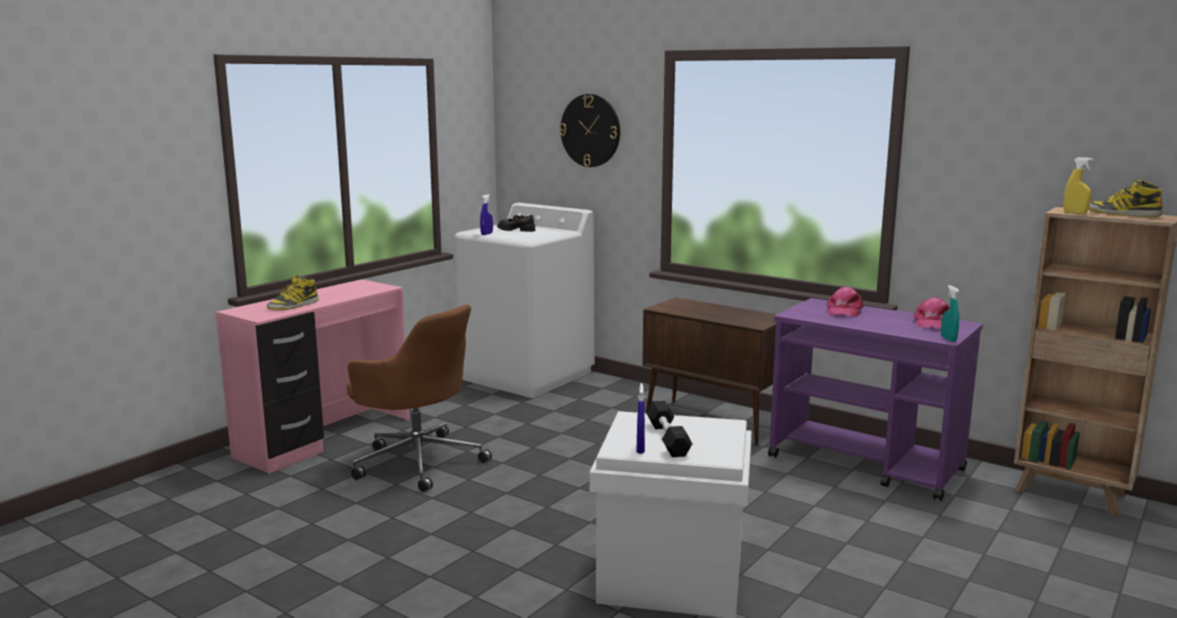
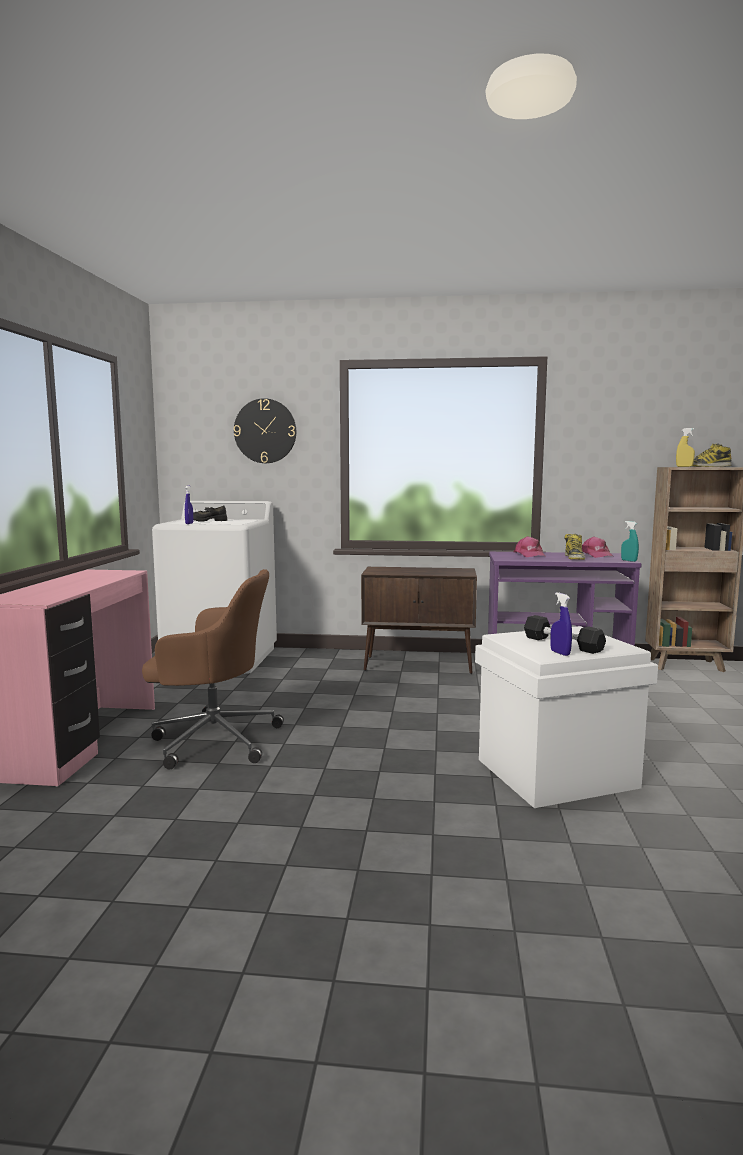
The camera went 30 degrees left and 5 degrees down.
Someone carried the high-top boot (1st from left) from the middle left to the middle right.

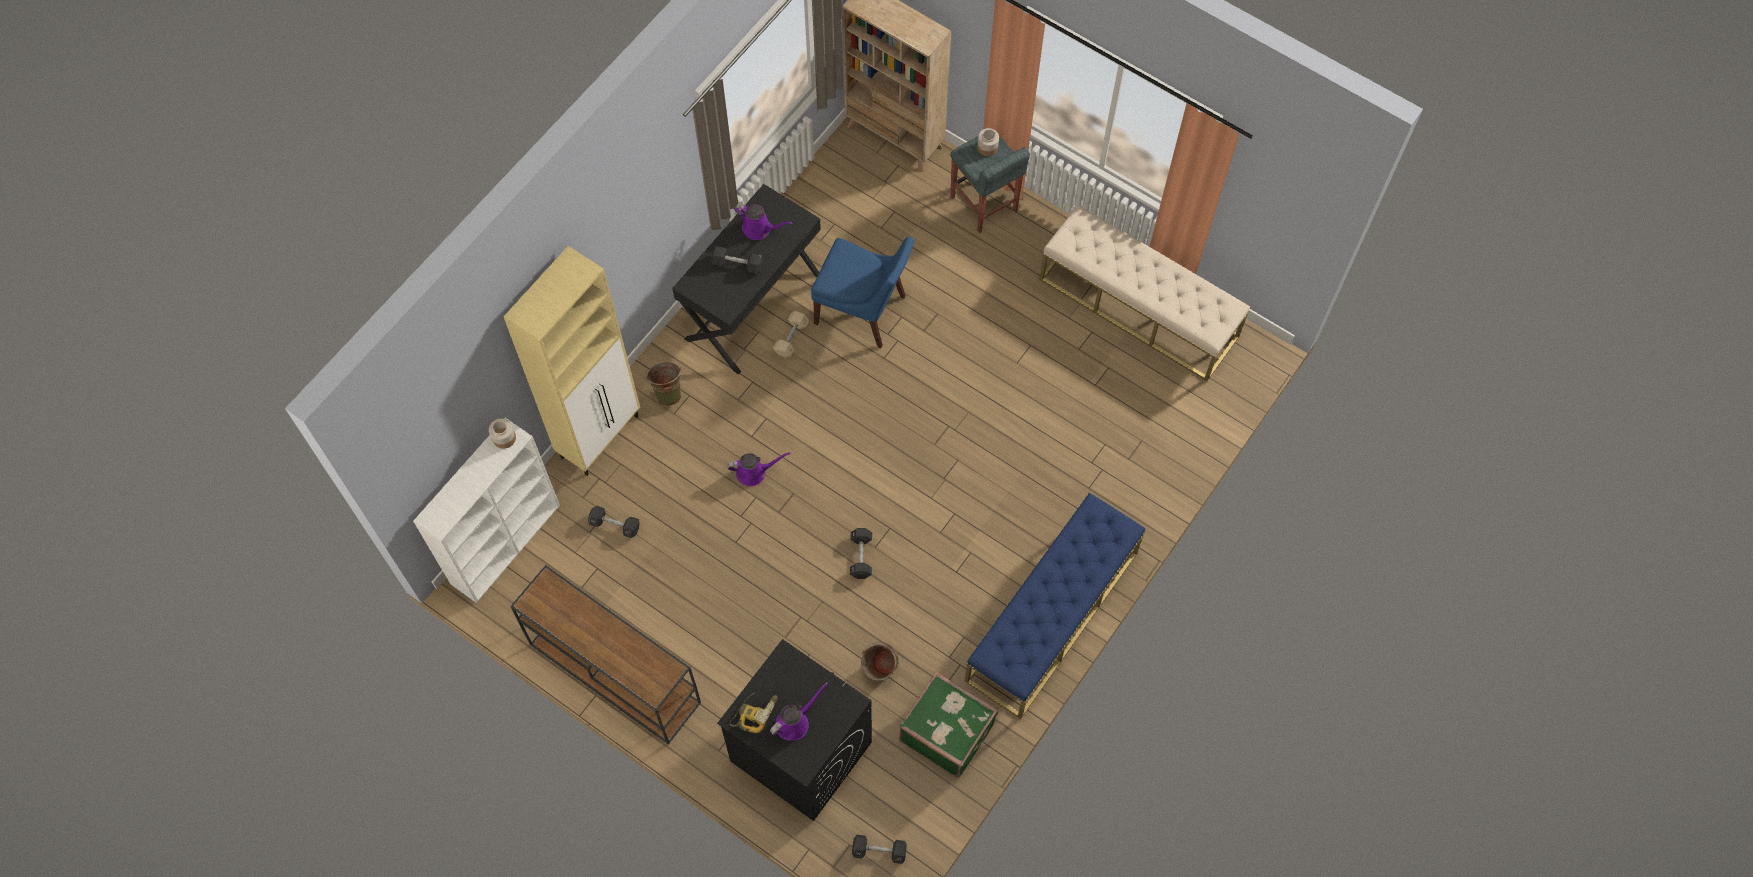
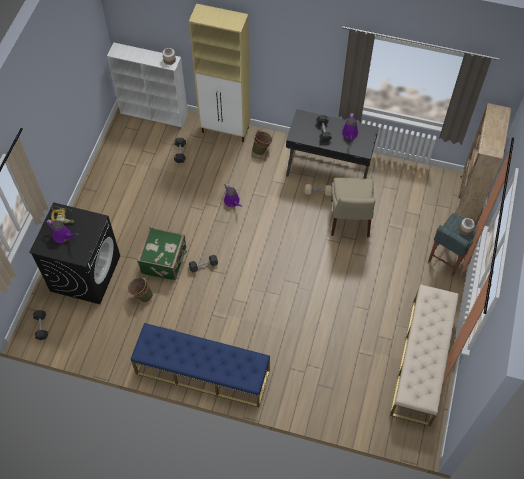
The camera went 70 degrees right and 5 degrees down.
Someone carried the travel case (green-coloured) from the bottom centre to the middle left.
Someone repainted the upright chair (blue) at the top centre, which became the upright chair (sand-coloured) at the middle right.
Someone took away the hall table (brownish) at the bottom centre.

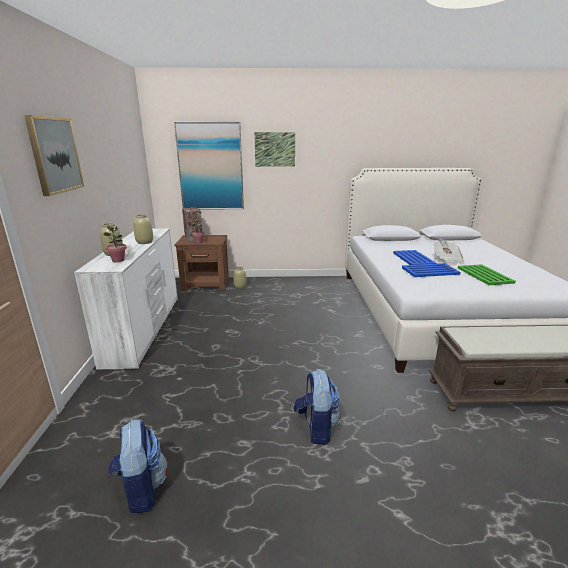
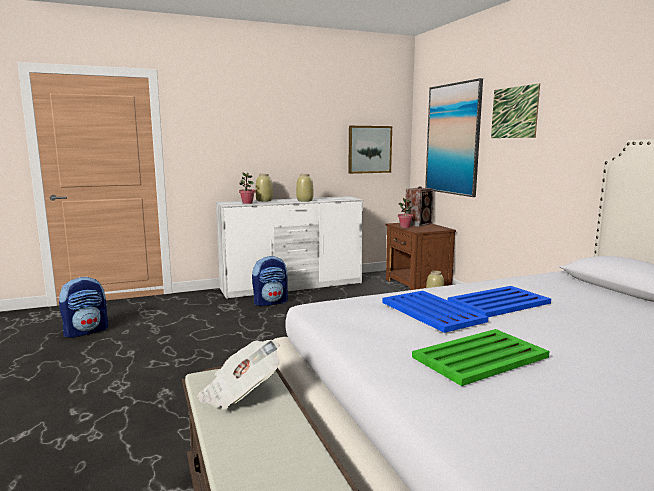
The camera went 70 degrees right and 10 degrees down.
Someone carried the newspaper from the middle right to the bottom centre.
Someone carried the knapsack (2nd from left) from the bottom centre to the centre.
Someone carried the picture (1st from left) from the top left to the top centre.

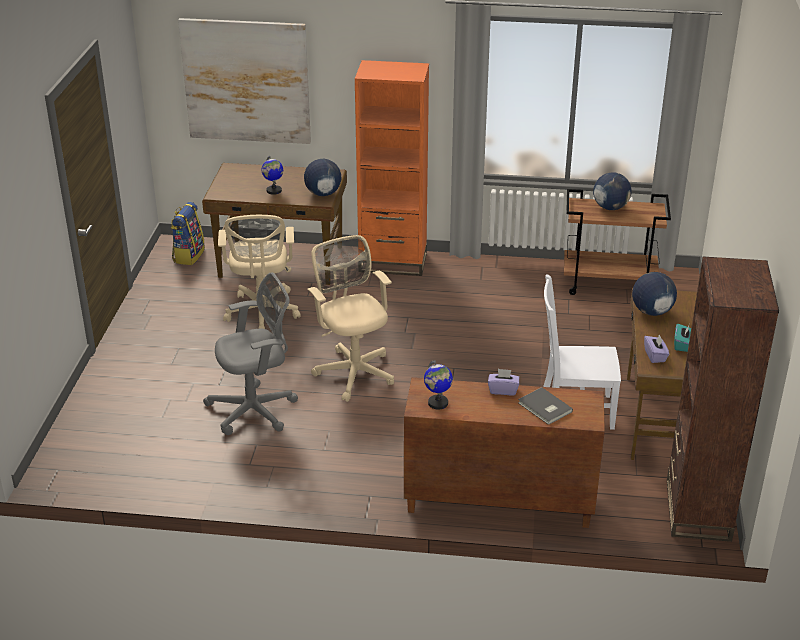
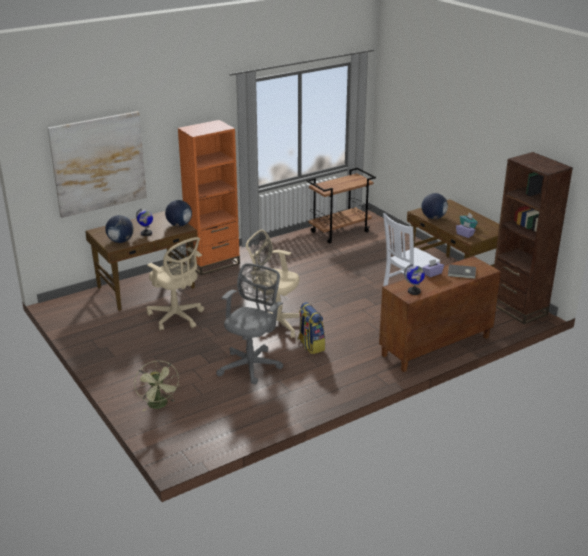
The camera went 40 degrees left and 5 degrees down.
Someone carried the world globe (4th from left in the first image) from the top right to the middle left.
Someone put down the electric fan (green-coloured) at the bottom left.
Someone carried the knapsack from the middle left to the centre.

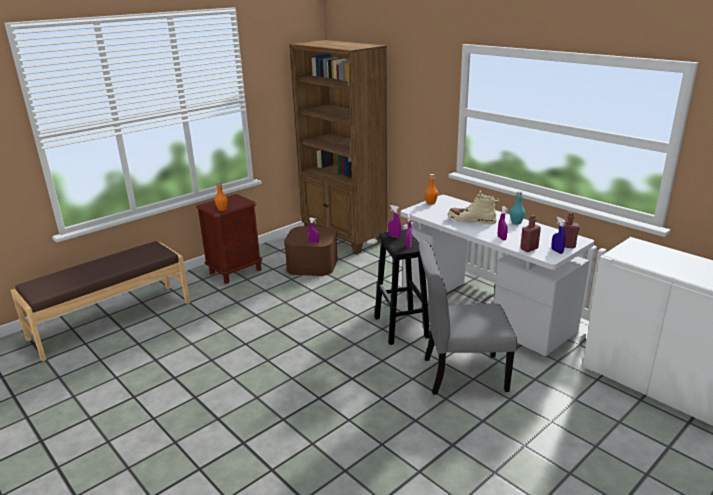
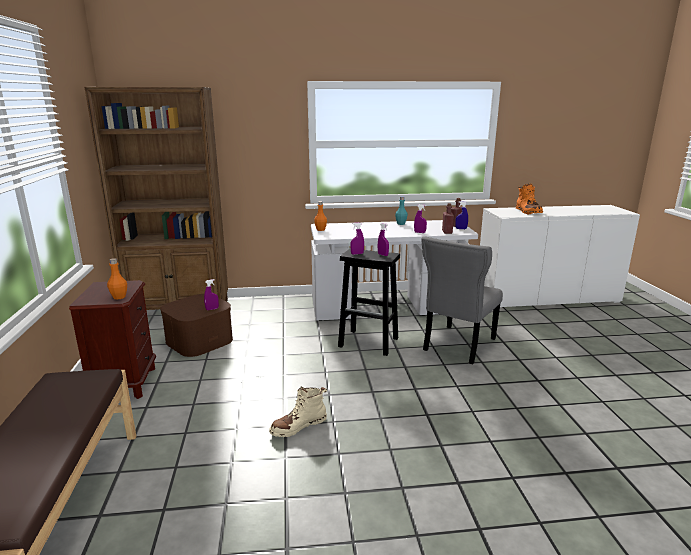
The camera went 55 degrees left and 5 degrees down.
Someone carried the high-top boot (sand-coloured) from the centre to the bottom centre.
Someone put down the high-top boot (orange) at the middle right.

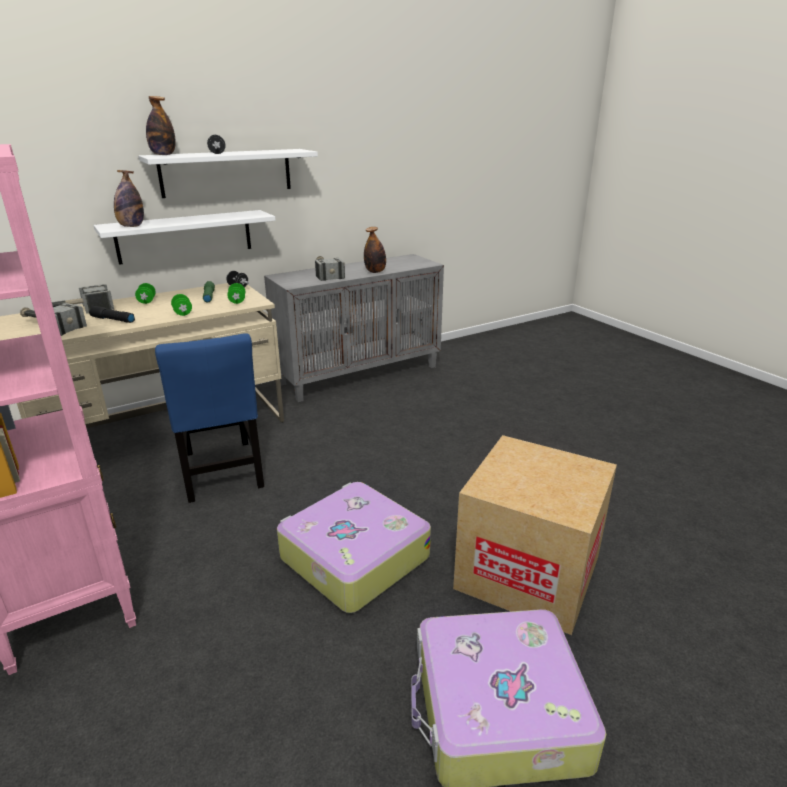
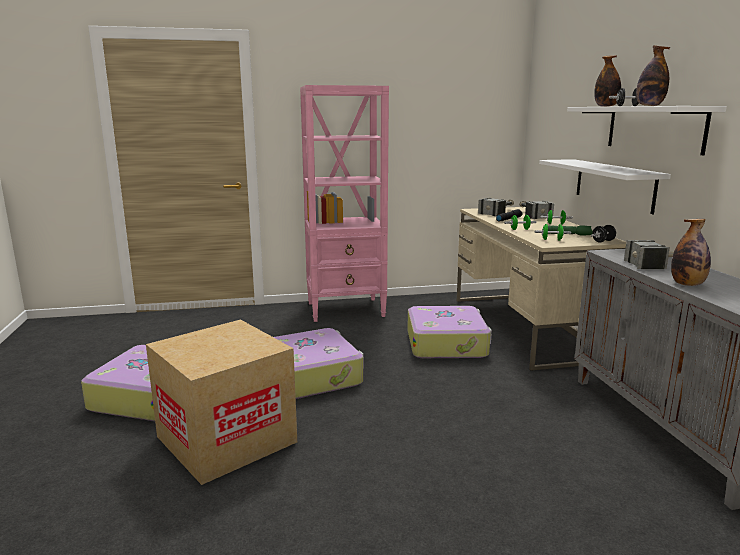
The camera went 110 degrees right and 10 degrees down.
Someone swapped the upright chair (blue) at the middle left for the travel case (3rd from left) at the centre.
Someone carried the bottle (1st from left in the first image) from the top left to the top right.

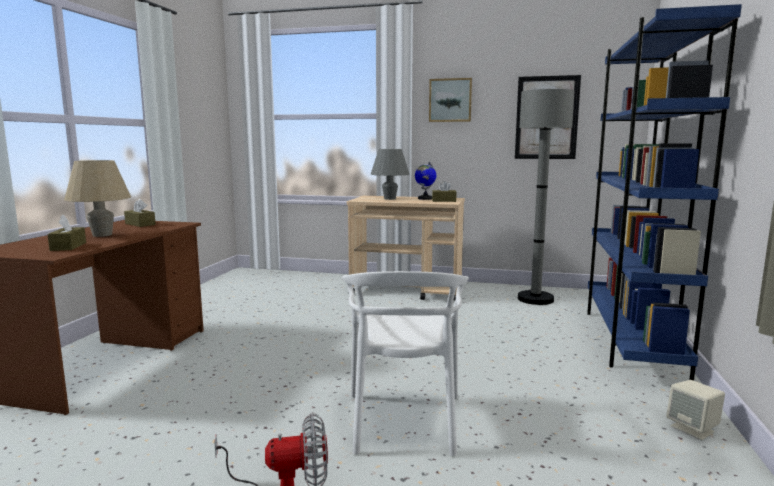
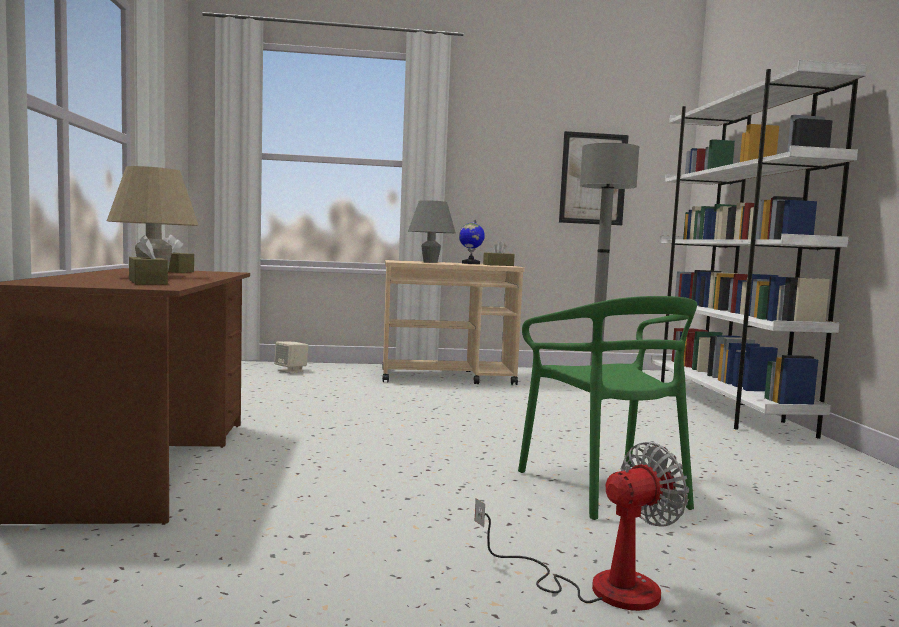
The camera went 20 degrees left and 5 degrees down.
Someone carried the speaker (sand-coloured) from the bottom right to the middle left.
Someone repainted the upright chair (white) at the bottom centre, which became the upright chair (green-coloured) at the middle right.
Someone repainted the bookshelf (blue) at the middle right, which became the bookshelf (white) at the middle right.
Someone took away the picture (1st from left) at the top centre.

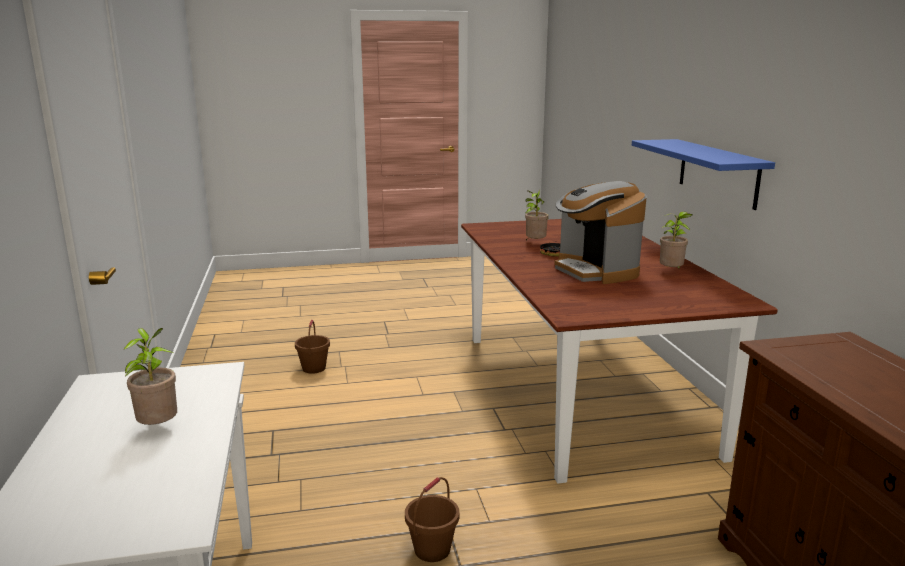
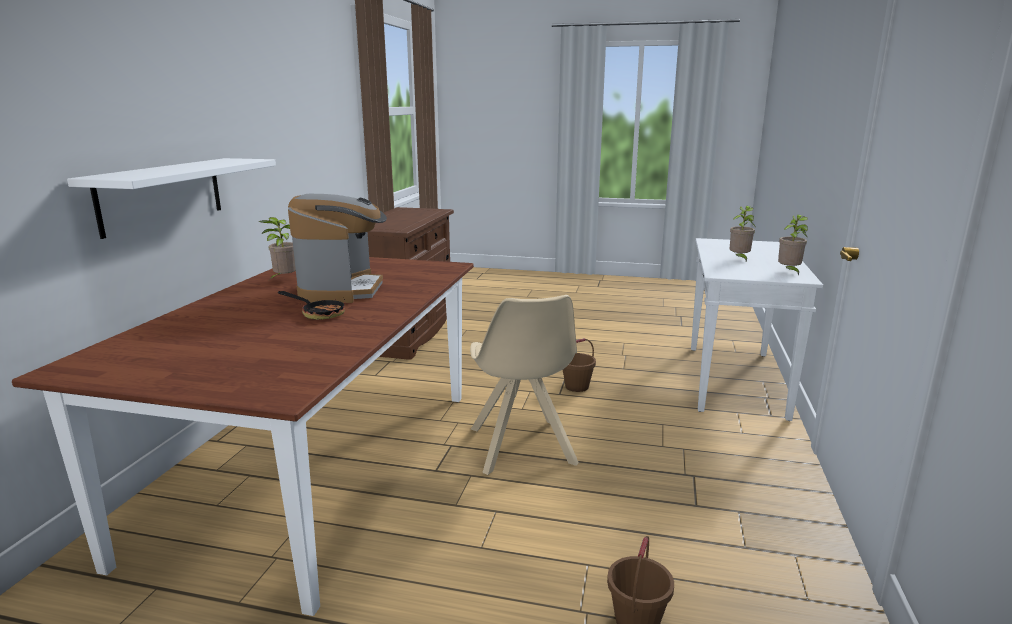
The camera went 155 degrees left and 0 degrees up.
Someone repainted the wall shelf (blue) at the top right, which became the wall shelf (white) at the top left.
Someone put down the upright chair (sand-coloured) at the centre.
Someone carried the potted plant (2nd from left in the first image) from the centre to the middle right.

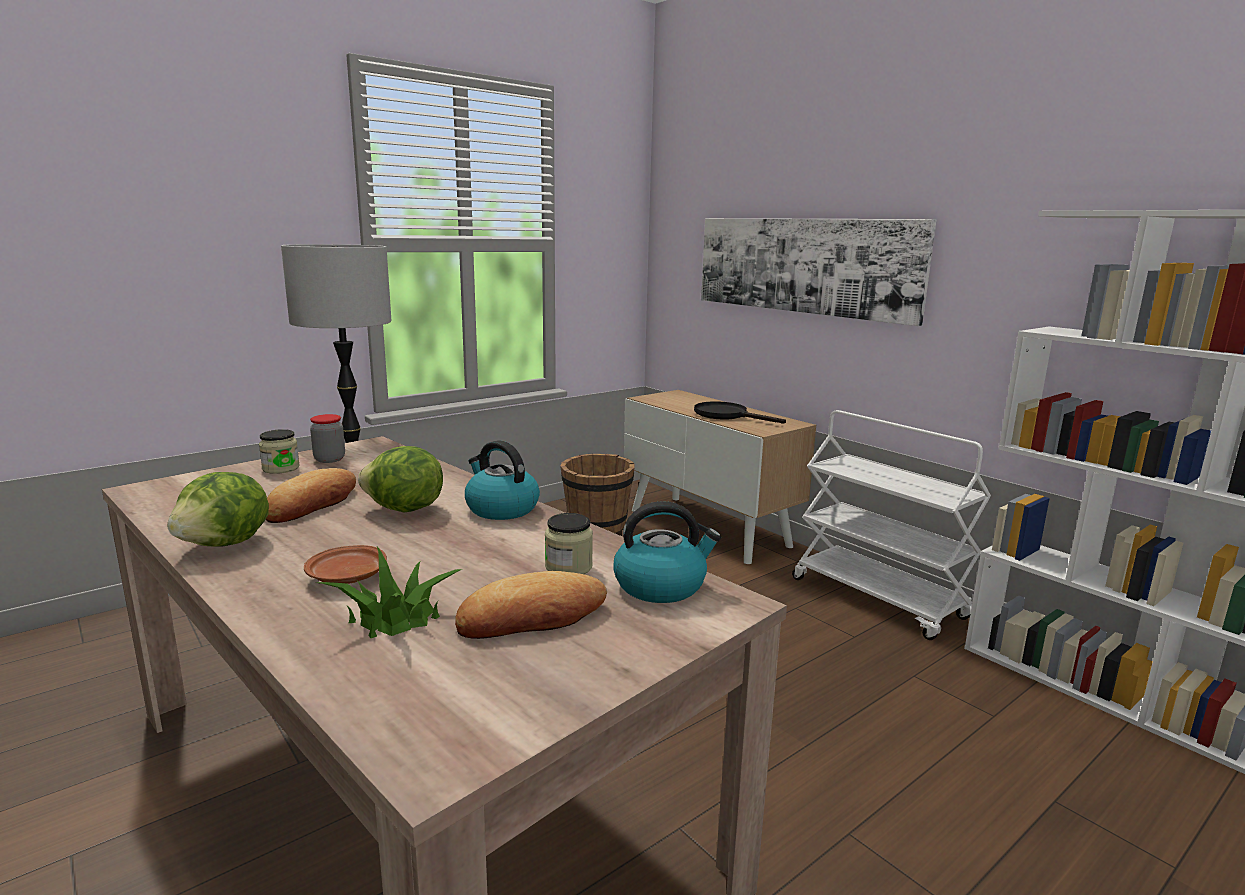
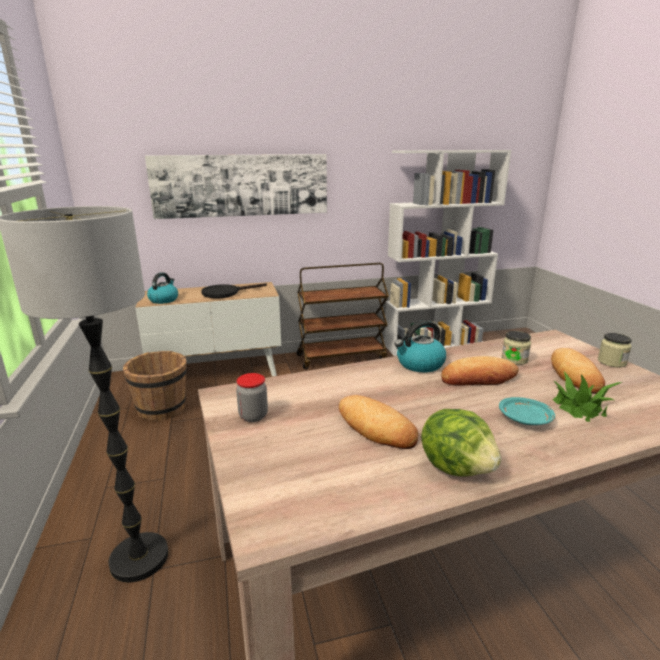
The camera went 65 degrees left and 5 degrees up.
Someone carried the tea kettle (2nd from left in the first image) from the centre to the middle left.
Someone repainted the trolley (white) at the middle right, which became the trolley (brownish) at the centre.
Someone put down the bakery bread (2nd from left) at the middle right.
Someone repainted the flat dish (brownish) at the middle left, which became the flat dish (blue-green) at the middle right.
Someone carried the storage jar (1st from left in the first image) from the middle left to the middle right.
Someone took away the lettuce head (2nd from left) at the middle left.

